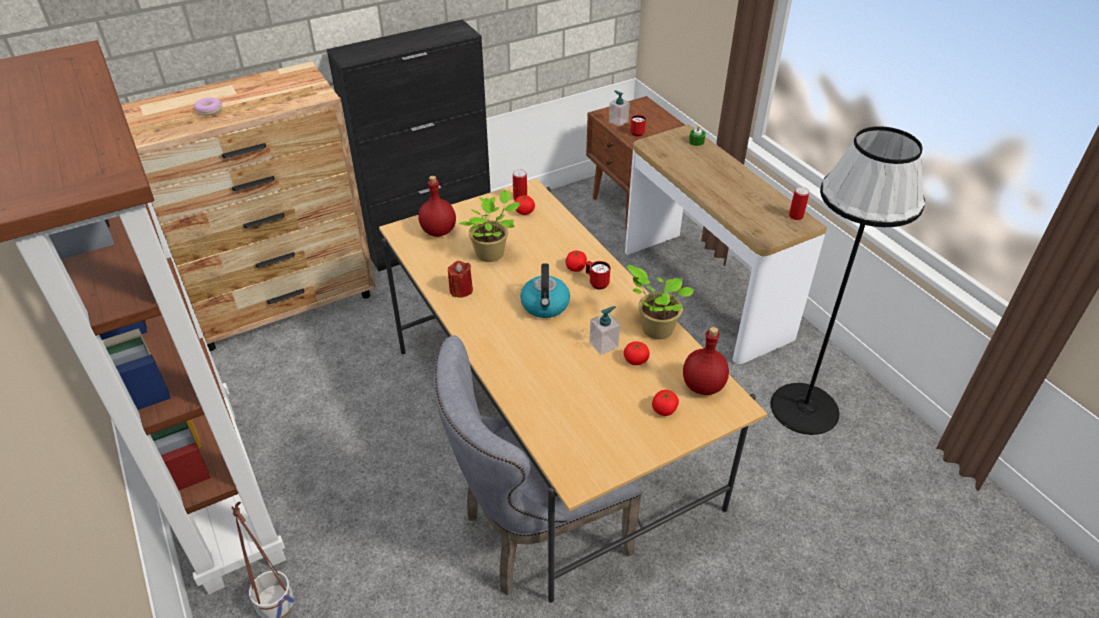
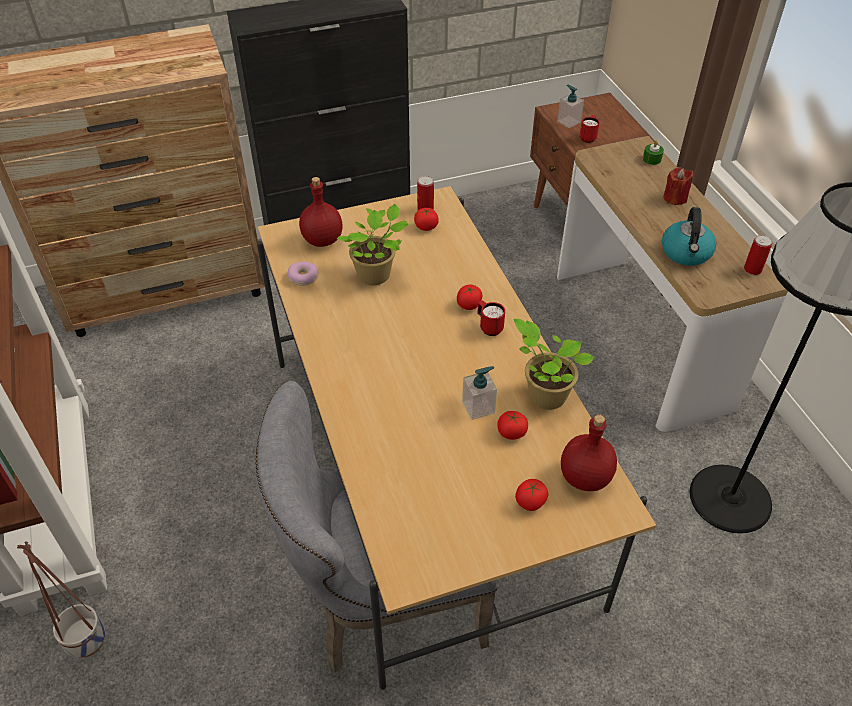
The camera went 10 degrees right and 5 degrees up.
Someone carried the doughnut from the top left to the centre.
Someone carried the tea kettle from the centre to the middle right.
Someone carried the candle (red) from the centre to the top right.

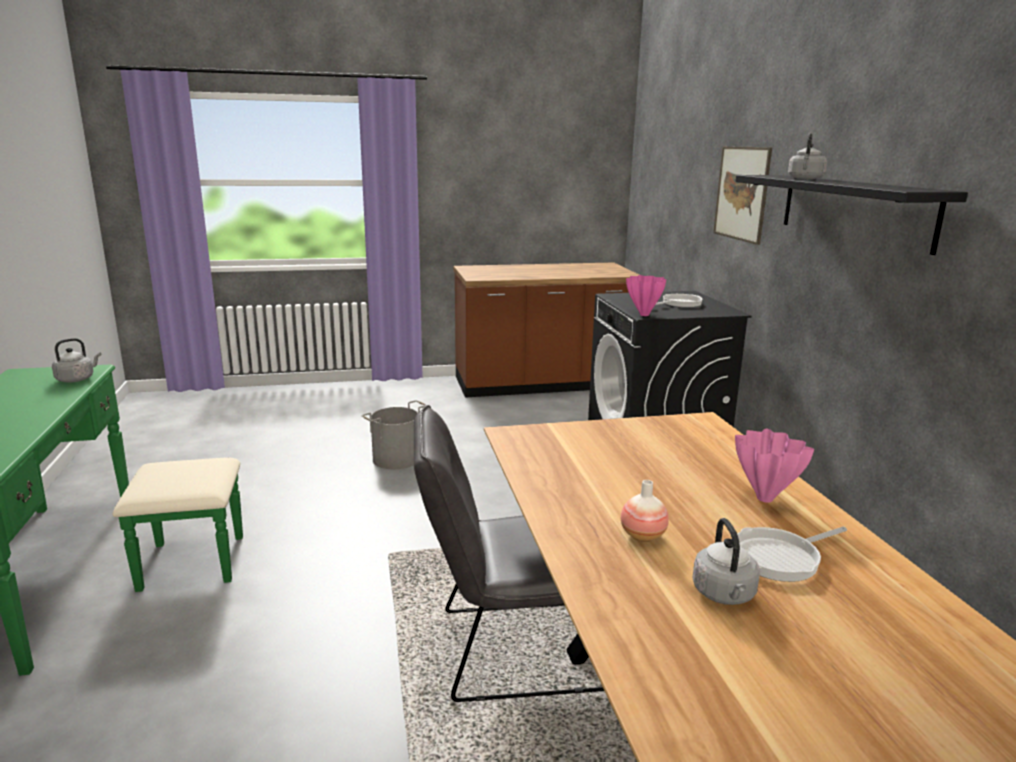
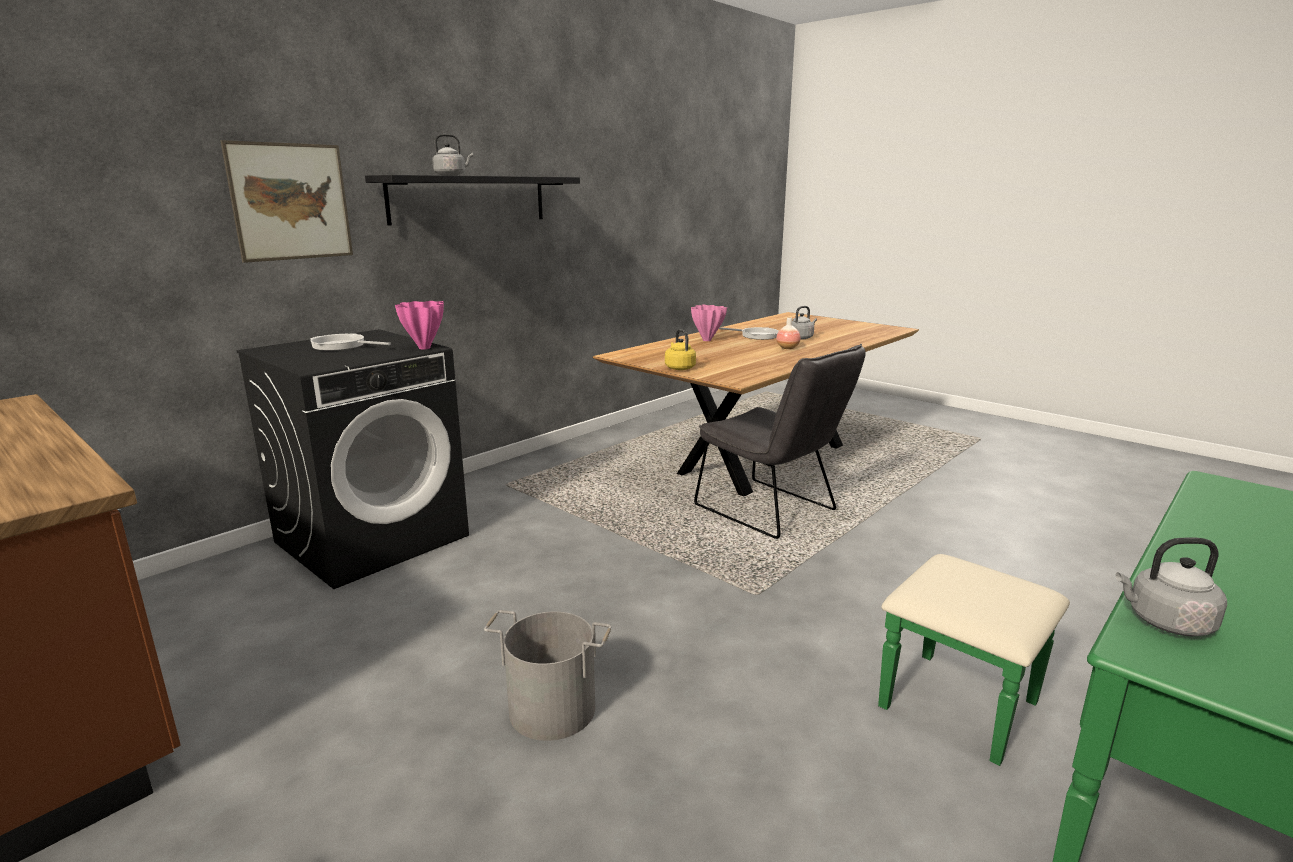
The camera went 125 degrees left and 0 degrees up.
Someone put down the tea kettle (yellowish) at the centre.

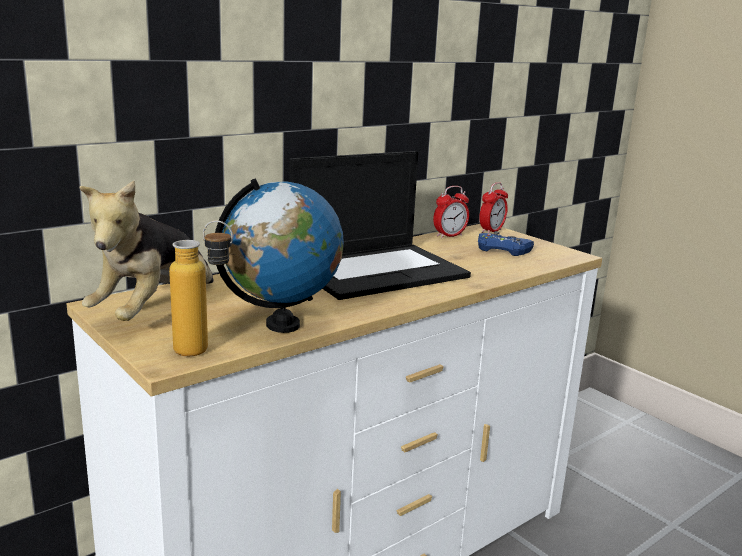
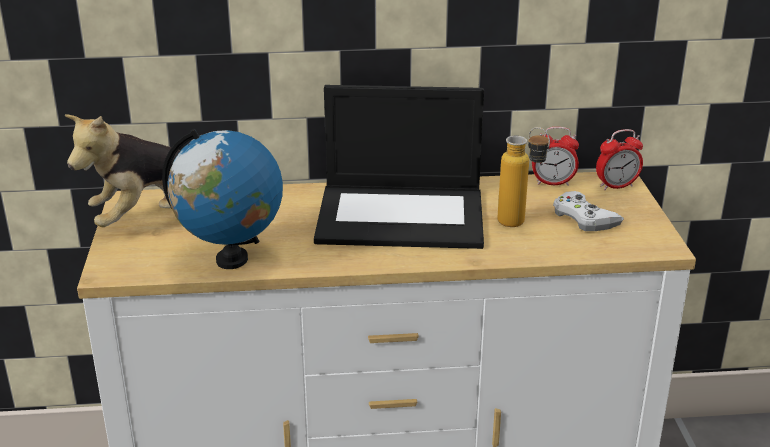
The camera went 35 degrees right and 10 degrees up.
Someone carried the bottle from the middle left to the middle right.
Someone repainted the joypad (blue) at the middle right, which became the joypad (white) at the middle right.

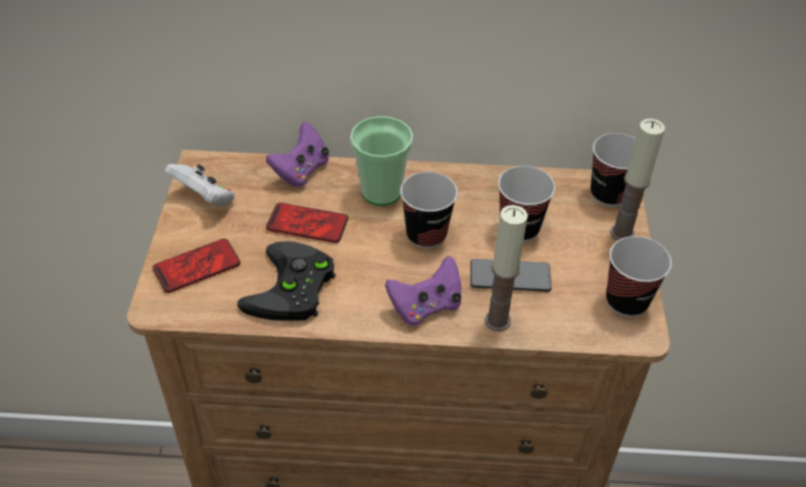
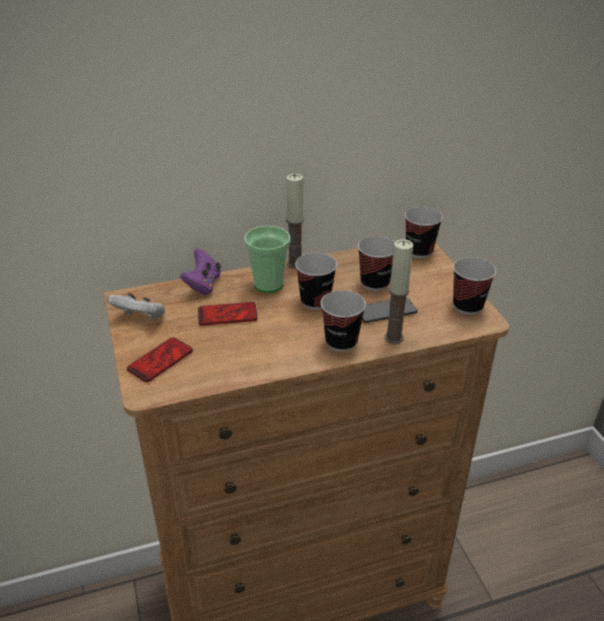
The camera went 20 degrees left and 10 degrees down.
Someone carried the candle (2nd from left in the first image) from the middle right to the centre.
Someone swapped the joypad (purple) (2nd from left) at the centre for the cup (3rd from left) at the centre.
Someone took away the joypad (black-coloured) at the centre.

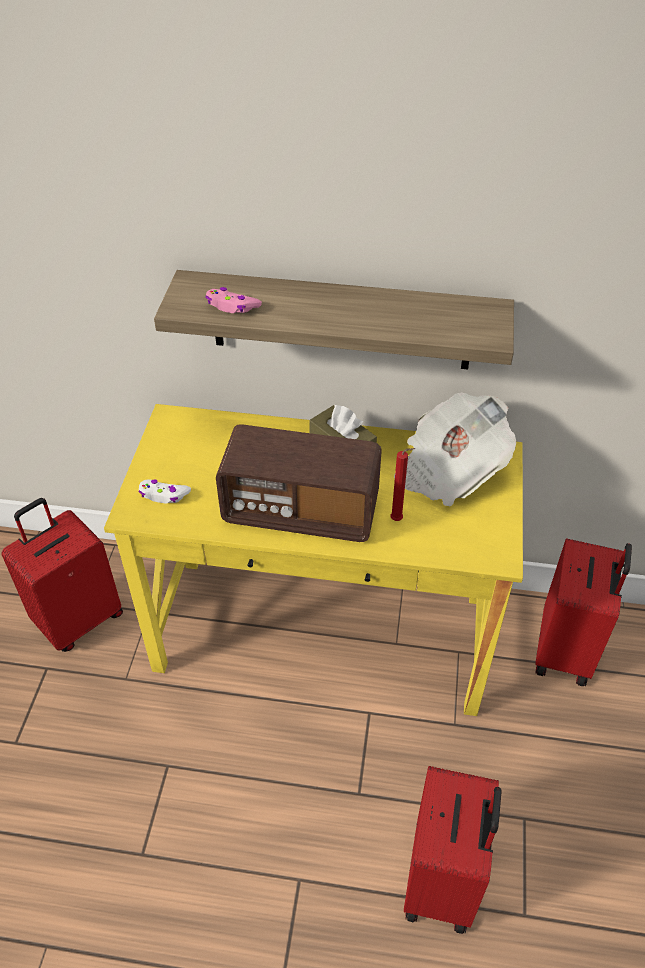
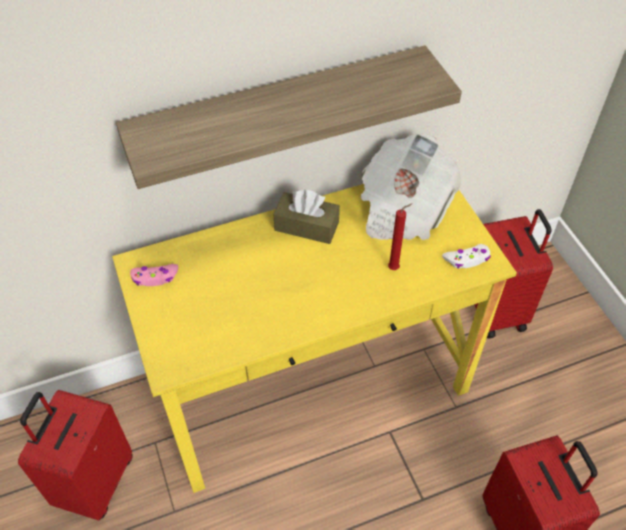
The camera went 30 degrees left and 5 degrees up.
Someone carried the joypad (pink) from the top centre to the middle left.
Someone carried the joypad (white) from the middle left to the middle right.
Someone took away the radio at the centre.

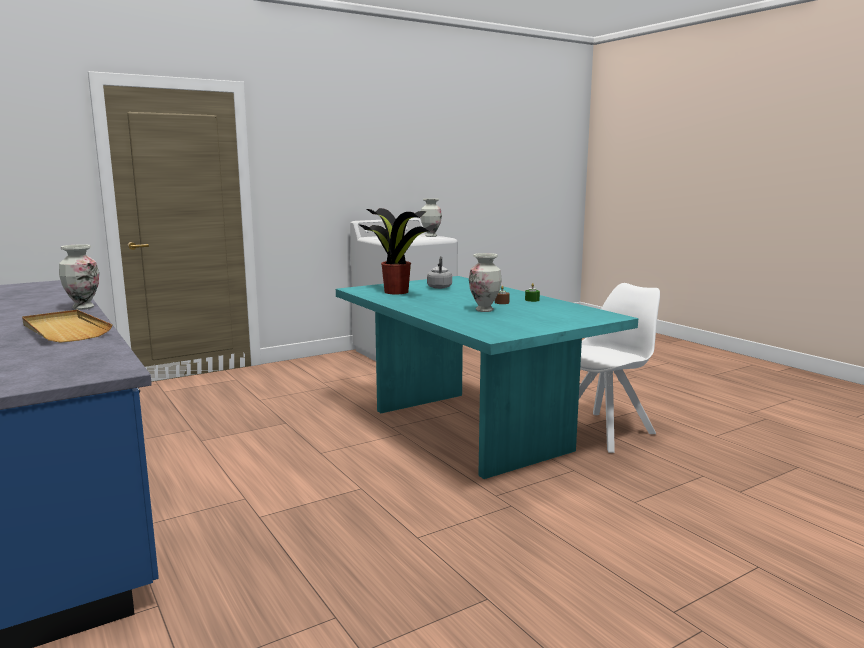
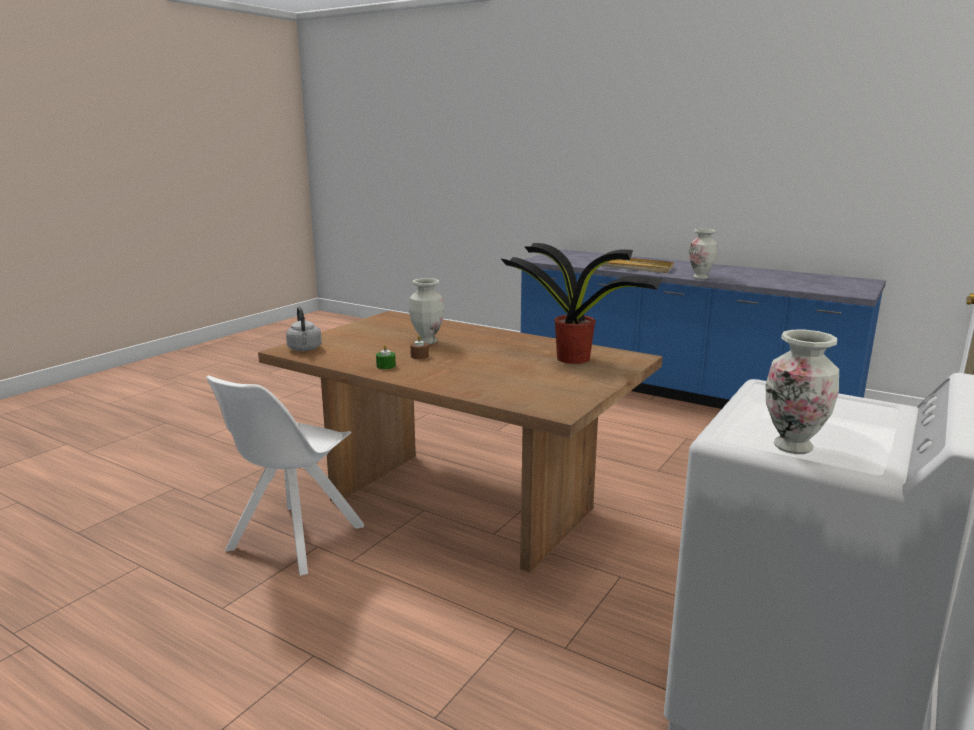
The camera went 155 degrees right and 5 degrees up.
Someone repainted the kitchen table (blue-green) at the centre, which became the kitchen table (brownish) at the centre.
Someone carried the tea kettle (greyish) from the centre to the middle left.

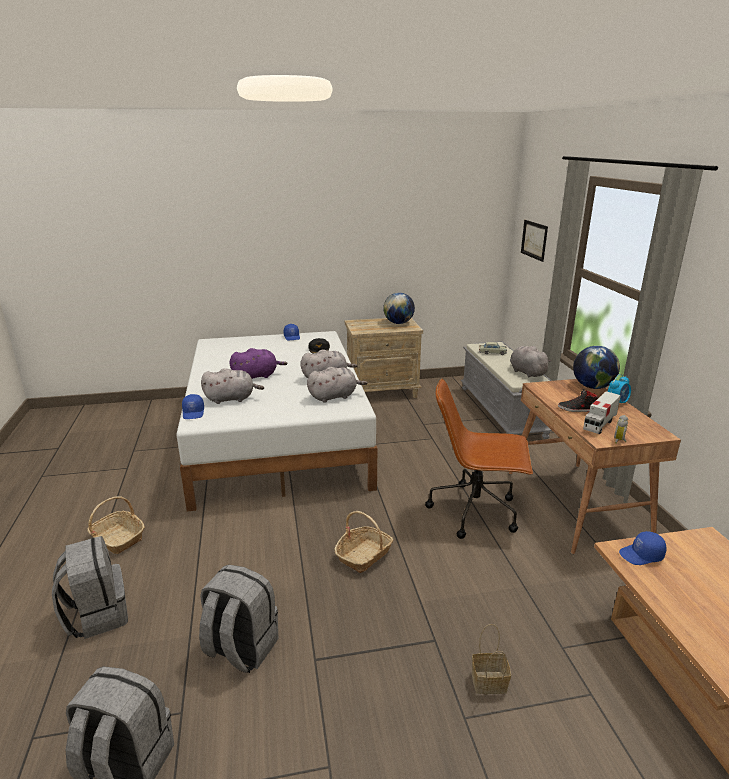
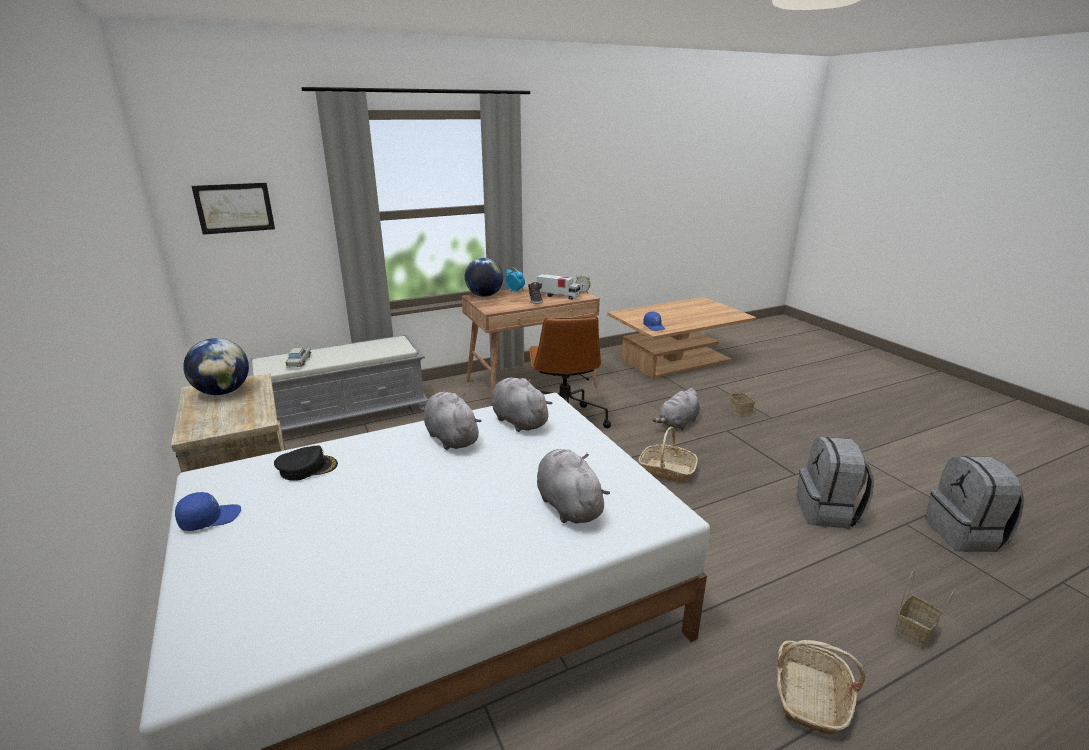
The camera went 105 degrees left and 0 degrees up.
Someone carried the soft toy (greyish) (4th from left) from the middle right to the centre.
Someone swapped the knapsack (greyish) (1st from left) at the bottom left for the household basket (4th from left) at the bottom right.
Someone took away the cap (blue) (1st from left) at the middle left.
Someone took away the soft toy (purple) at the centre.

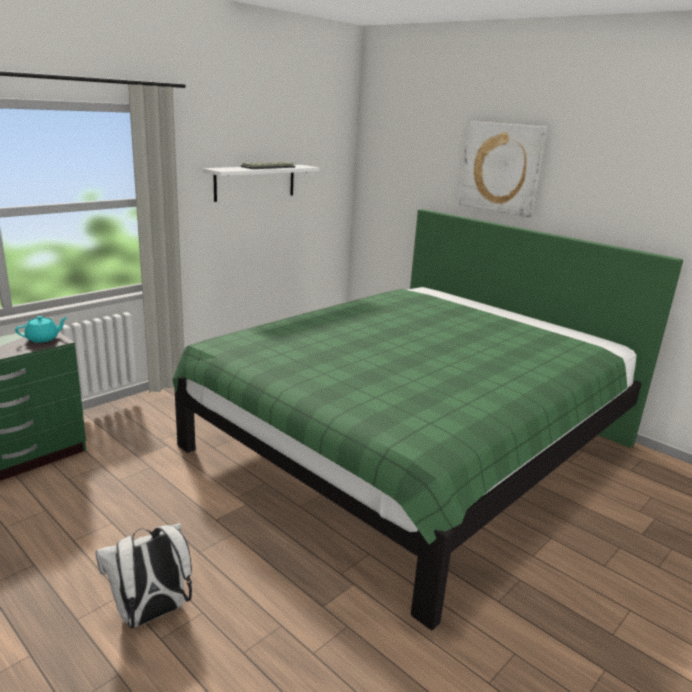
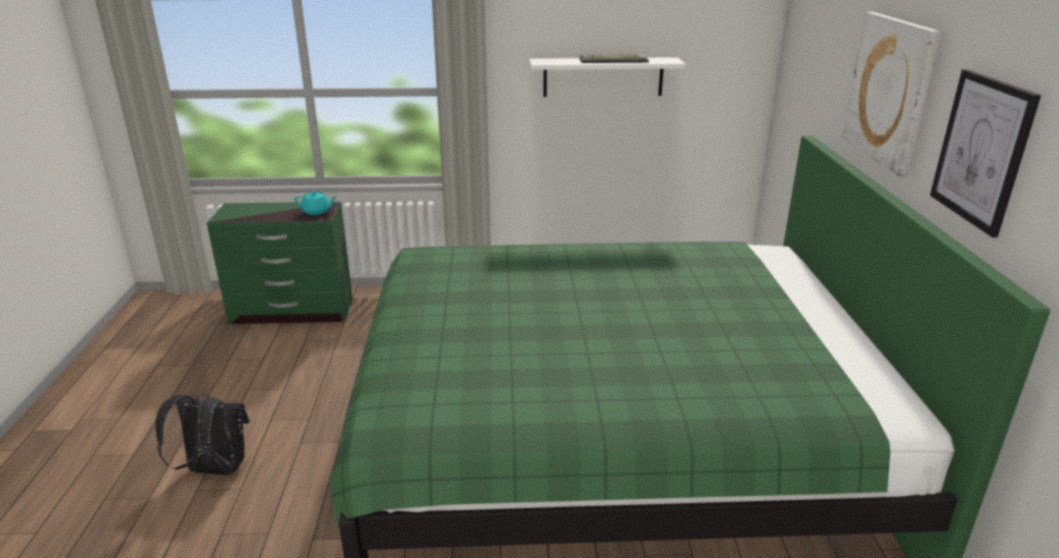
The camera went 45 degrees right and 5 degrees up.
Someone repainted the knapsack (white) at the bottom left, which became the knapsack (black-coloured) at the bottom left.
Someone put up the picture (2nd from left) at the top right.

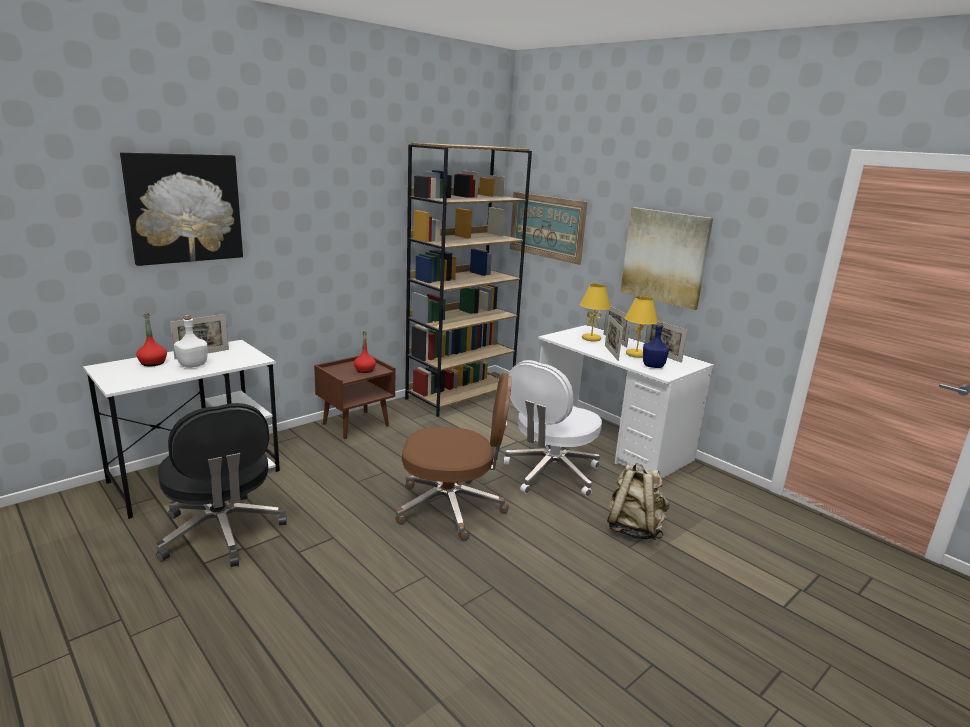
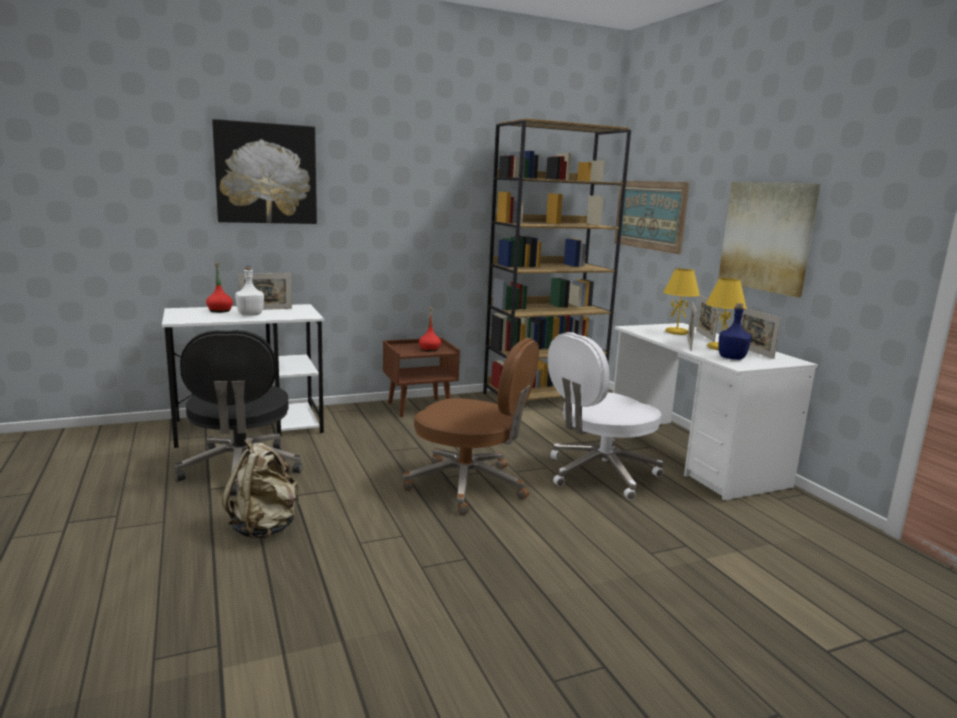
The camera went 20 degrees right and 5 degrees down.
Someone carried the knapsack (sand-coloured) from the bottom centre to the bottom left.

